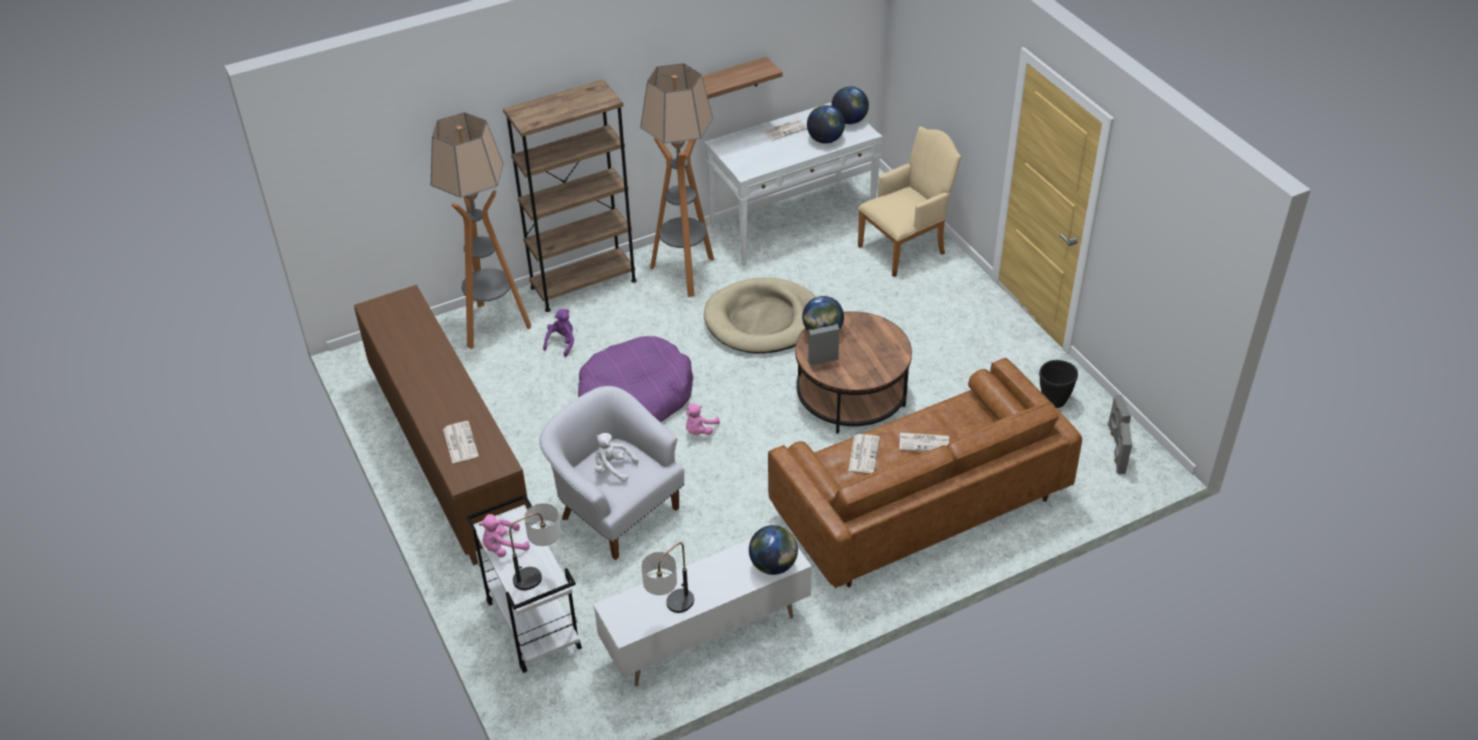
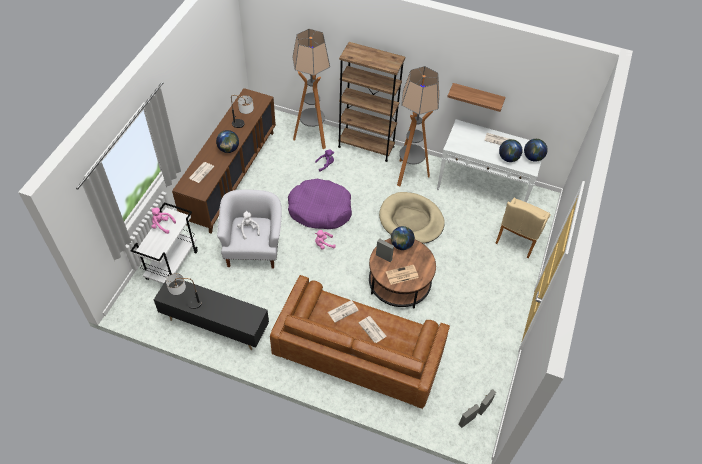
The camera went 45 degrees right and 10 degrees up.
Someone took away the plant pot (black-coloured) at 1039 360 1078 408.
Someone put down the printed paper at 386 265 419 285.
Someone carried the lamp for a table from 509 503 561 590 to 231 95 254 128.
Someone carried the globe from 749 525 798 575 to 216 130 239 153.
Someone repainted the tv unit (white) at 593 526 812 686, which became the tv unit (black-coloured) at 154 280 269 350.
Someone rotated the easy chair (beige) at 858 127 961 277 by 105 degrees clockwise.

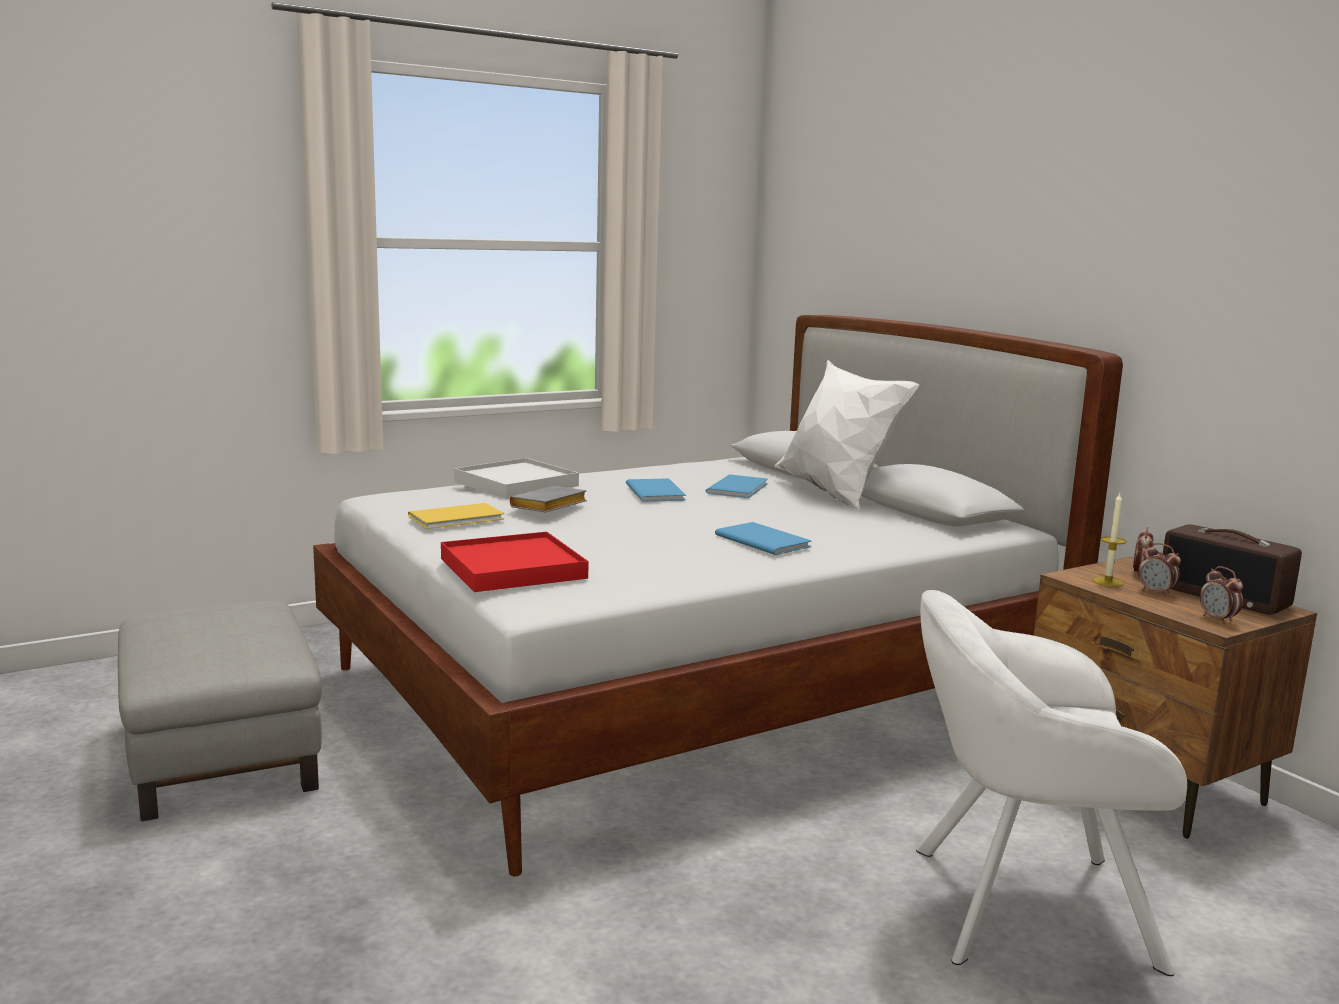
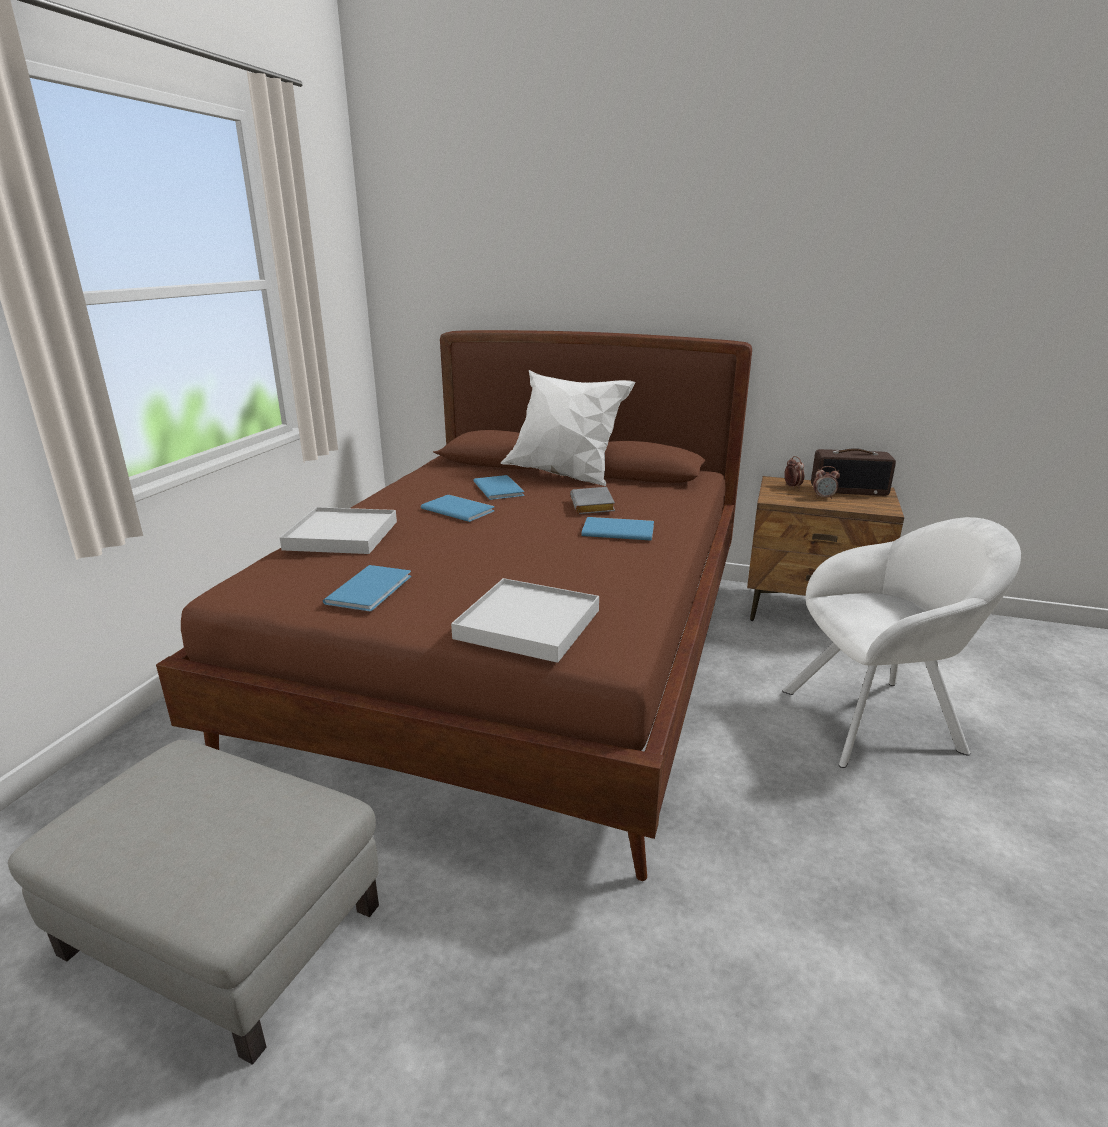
The camera went 40 degrees left and 10 degrees up.
Someone took away the wax candle at 1093 493 1127 587.
Someone took away the table clock at 1200 566 1243 624.
Someone carried the book (gray) from 510 486 587 513 to 570 487 615 514.
Someone repainted the bed (white) at 313 315 1123 876, which became the bed (brown-coloured) at 156 330 752 881.
Someone repainted the book (yellowish) at 408 503 504 529, which became the book (bluish) at 323 565 411 611.
Someone repainted the carrying tray (reddish) at 441 532 588 592, which became the carrying tray (white) at 451 578 599 663.
Someone rotated the easy chair (white) at 916 590 1187 976 by 150 degrees counterclockwise.

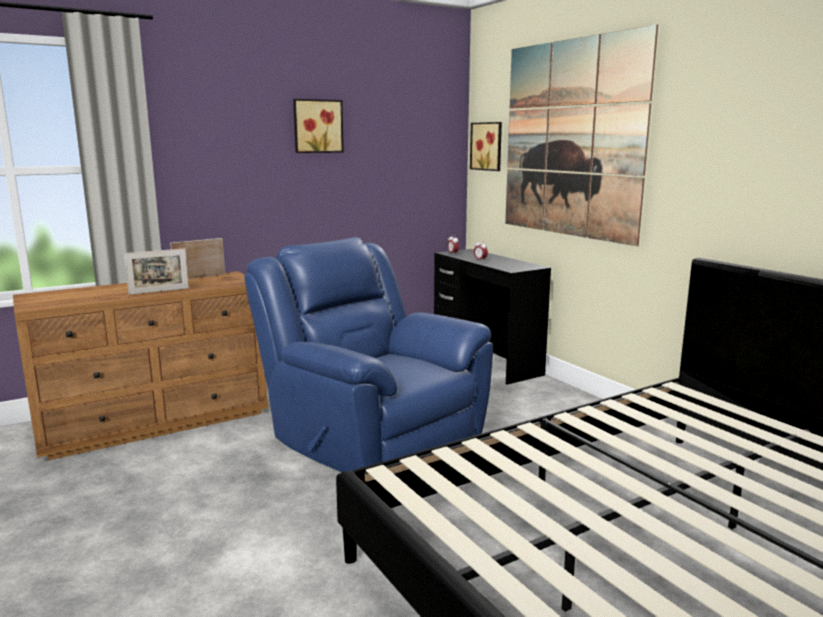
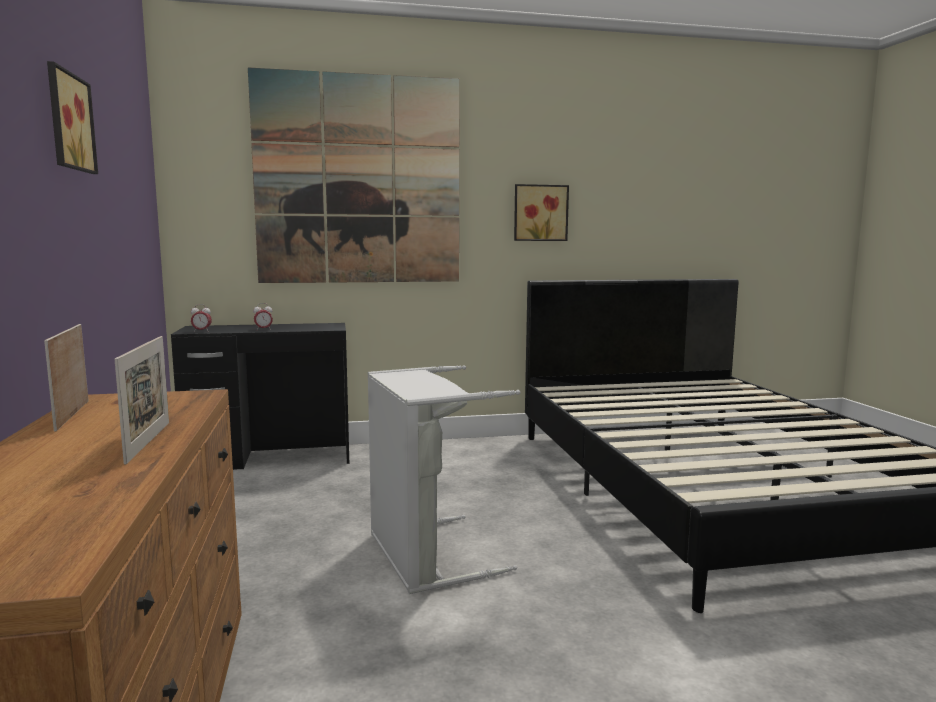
The camera went 70 degrees left and 5 degrees down.
Someone carried the picture from 470 122 502 171 to 514 184 569 241.
Someone swapped the easy chair (bluish) at 244 237 493 473 for the laundry basket (gray) at 368 365 521 594.

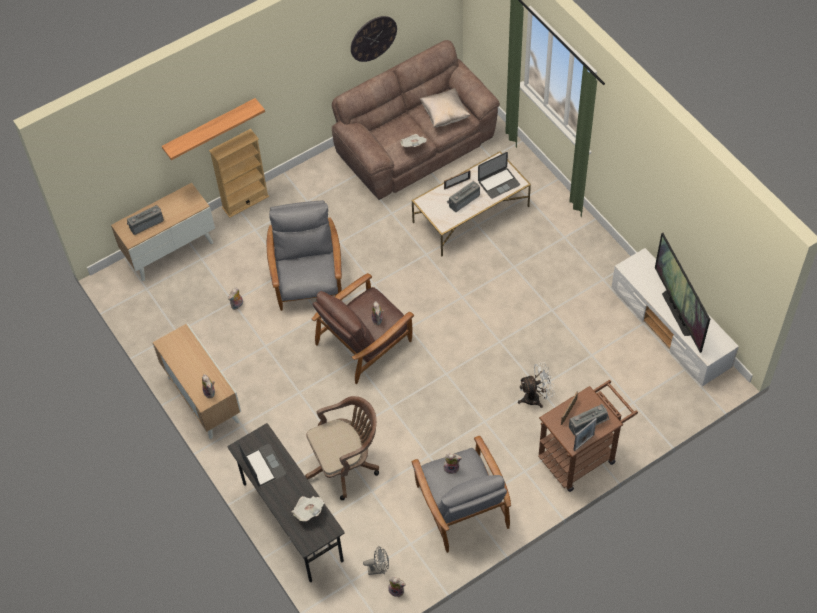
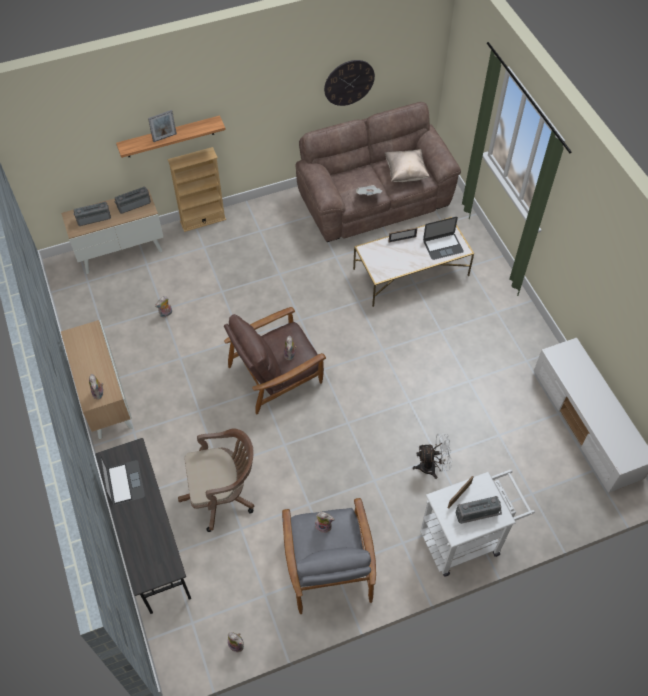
The camera went 10 degrees right and 0 degrees up.
Someone took away the easy chair (gray) at 266 200 342 311.
Someone took away the printed paper at 292 496 324 521.
Someone took away the cooling fan (gray) at 363 546 389 575.
Someone took away the TV at 655 233 710 353.
Someone carried the radio set from 447 181 480 212 to 114 186 151 214.
Someone carried the photo frame from 573 418 597 452 to 148 110 177 142.
Someone repainted the wheeled cart (brown-coloured) at 538 380 638 492, which became the wheeled cart (white) at 420 470 535 577.

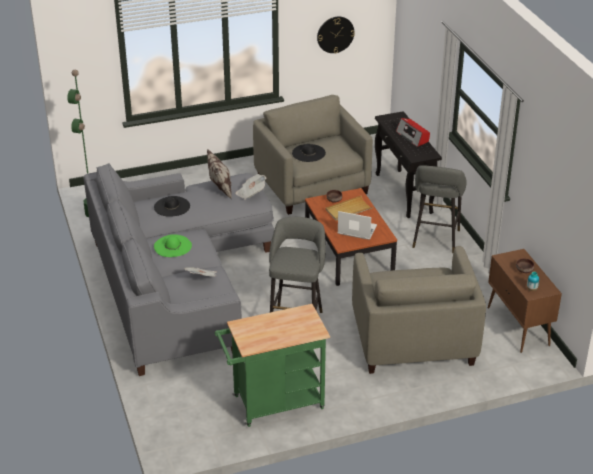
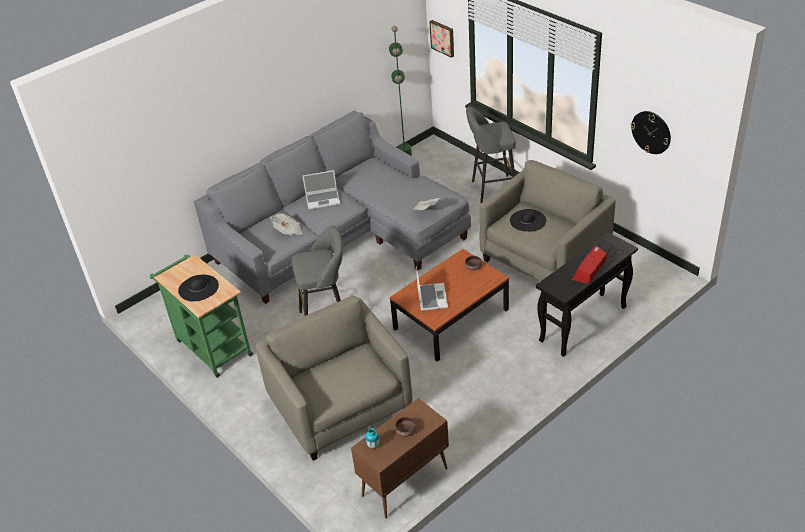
The camera went 70 degrees right and 5 degrees up.
Someone took away the cushion at 207 149 232 200.
Someone took away the carrying tray (beige) at 325 196 373 221.
Someone put up the picture at 429 20 454 58.
Someone carried the clothing hat (black-coloured) from 154 196 190 217 to 178 275 219 302.
Someone carried the sitting stool (gray) from 412 165 467 253 to 466 107 516 203.
Someone swapped the clothing hat (green-coloured) at 154 234 192 257 for the portable computer at 302 170 340 210.
Someone rotated the easy chair (beige) at 352 246 486 374 by 90 degrees clockwise.

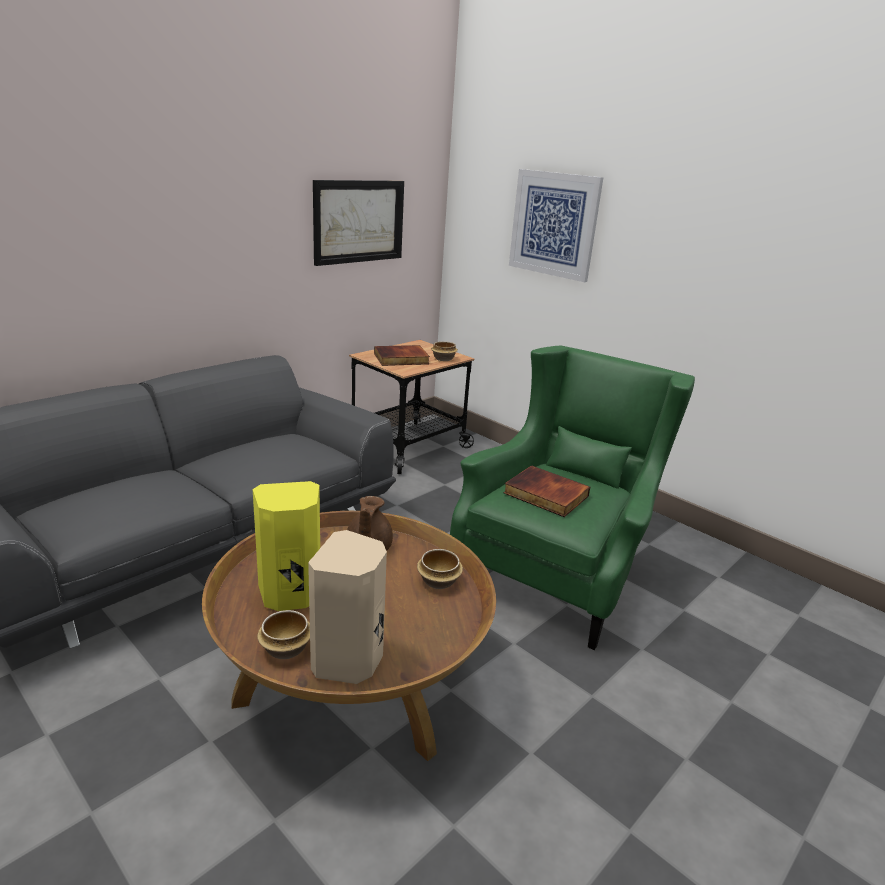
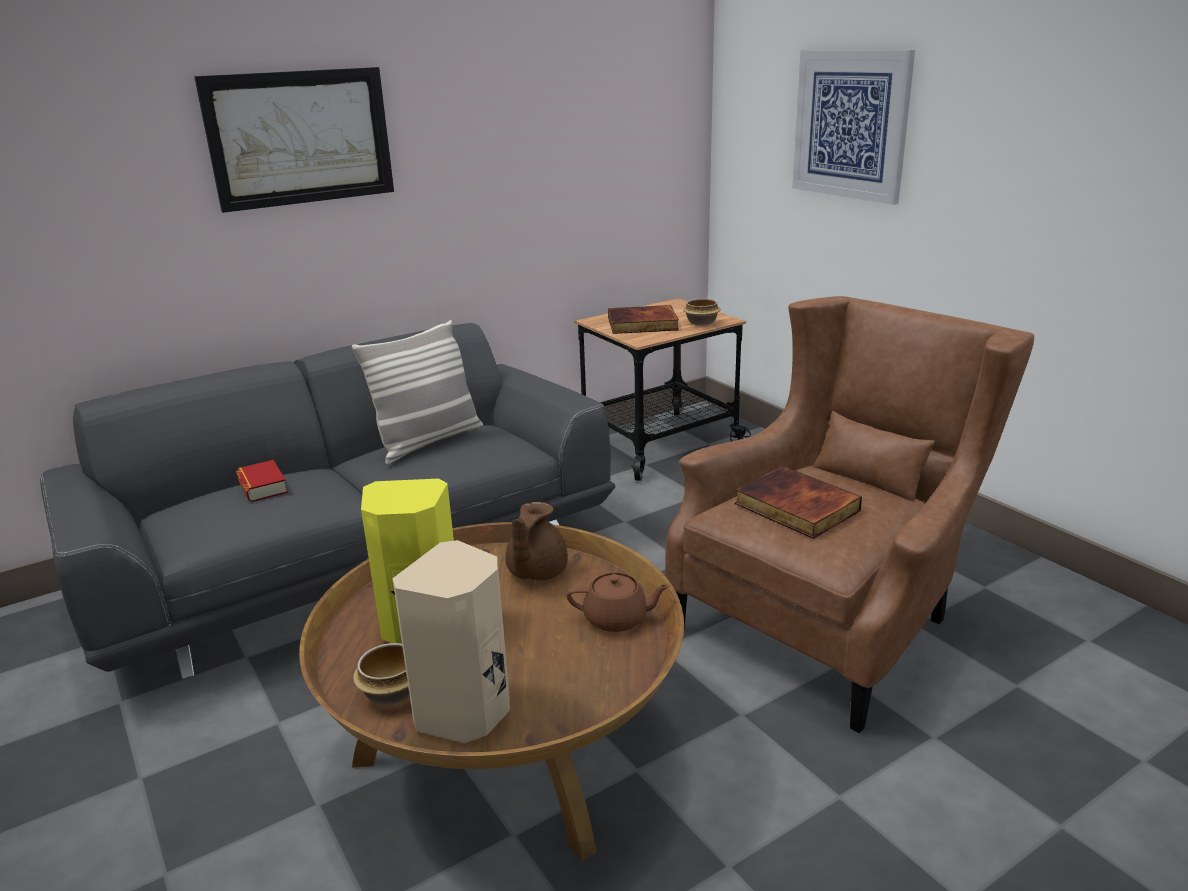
The camera went 15 degrees right and 0 degrees up.
Someone put down the book at 236 460 288 502.
Someone put down the cushion at 352 320 483 464.
Someone carried the picture from 313 180 404 266 to 194 67 394 213.
Someone swapped the deep dish at 417 549 463 589 for the pot for tea (brown-coloured) at 566 573 671 632.
Someone repainted the easy chair (green-coloured) at 450 346 695 650, which became the easy chair (brown-coloured) at 665 296 1034 733.

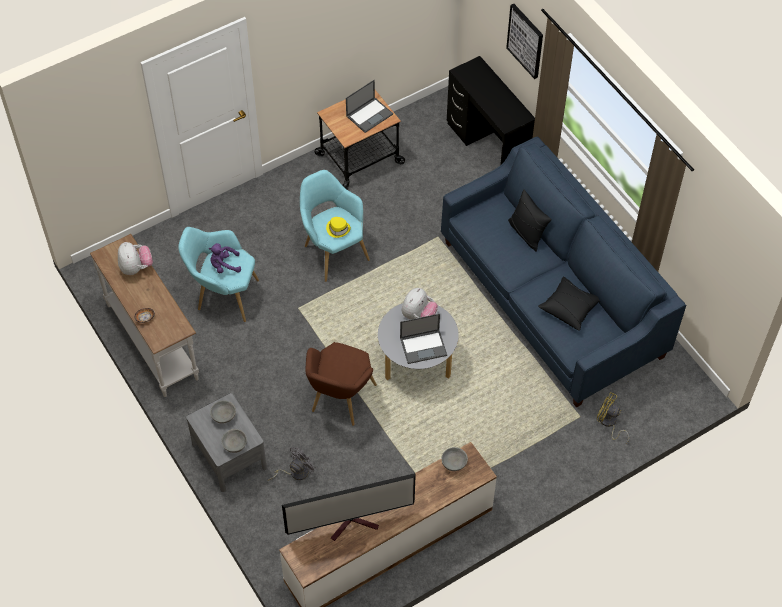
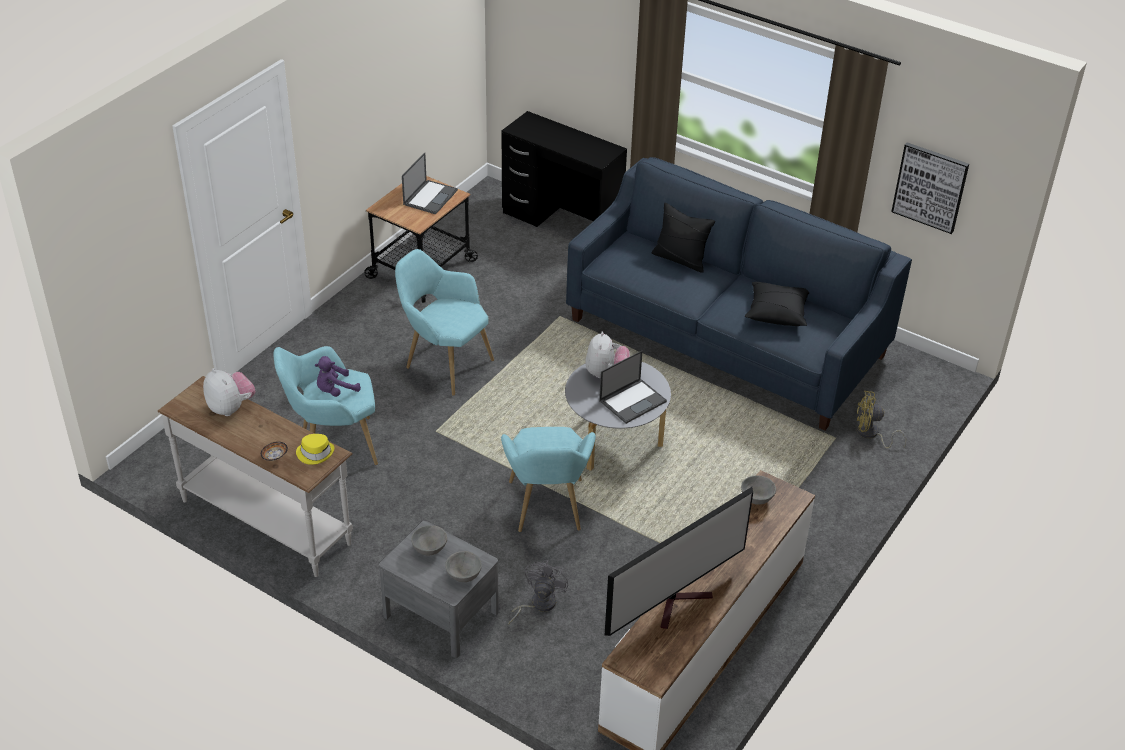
The camera went 25 degrees left and 15 degrees down.
Someone carried the clothing hat (yellowish) from 326 217 351 238 to 296 434 334 465.
Someone carried the picture from 506 4 543 79 to 891 142 969 234.
Someone repainted the easy chair (brown-coloured) at 305 342 377 426, which became the easy chair (turquoise) at 501 427 596 532.

